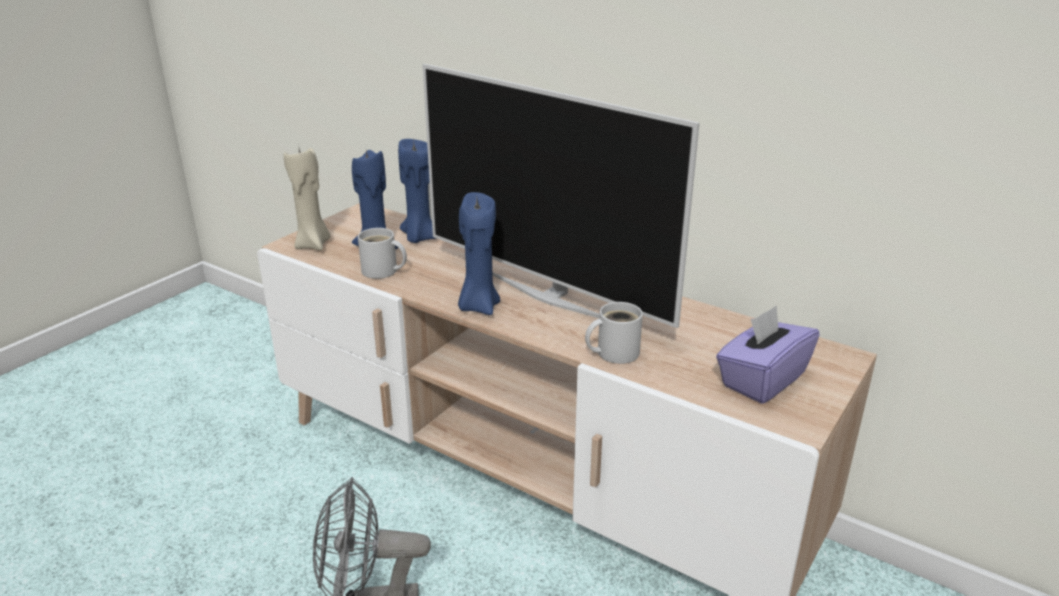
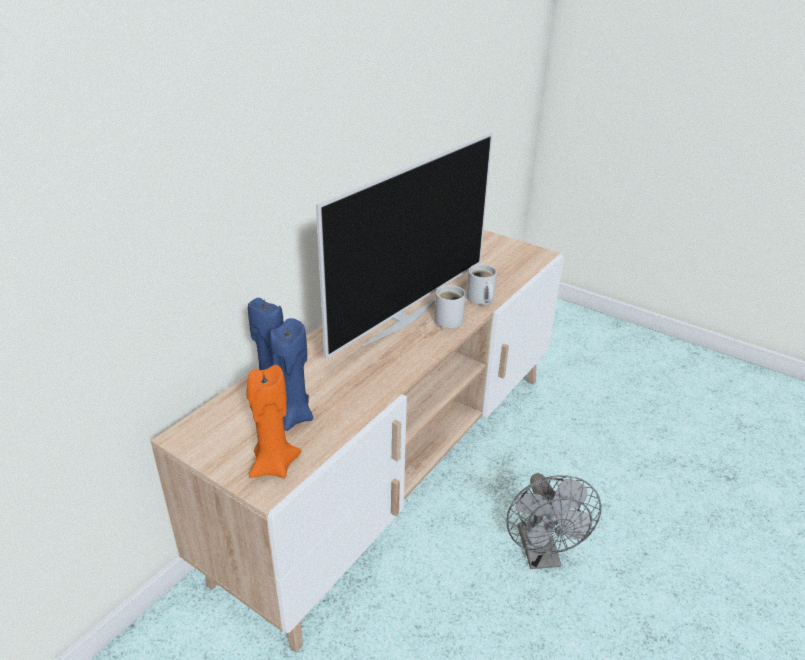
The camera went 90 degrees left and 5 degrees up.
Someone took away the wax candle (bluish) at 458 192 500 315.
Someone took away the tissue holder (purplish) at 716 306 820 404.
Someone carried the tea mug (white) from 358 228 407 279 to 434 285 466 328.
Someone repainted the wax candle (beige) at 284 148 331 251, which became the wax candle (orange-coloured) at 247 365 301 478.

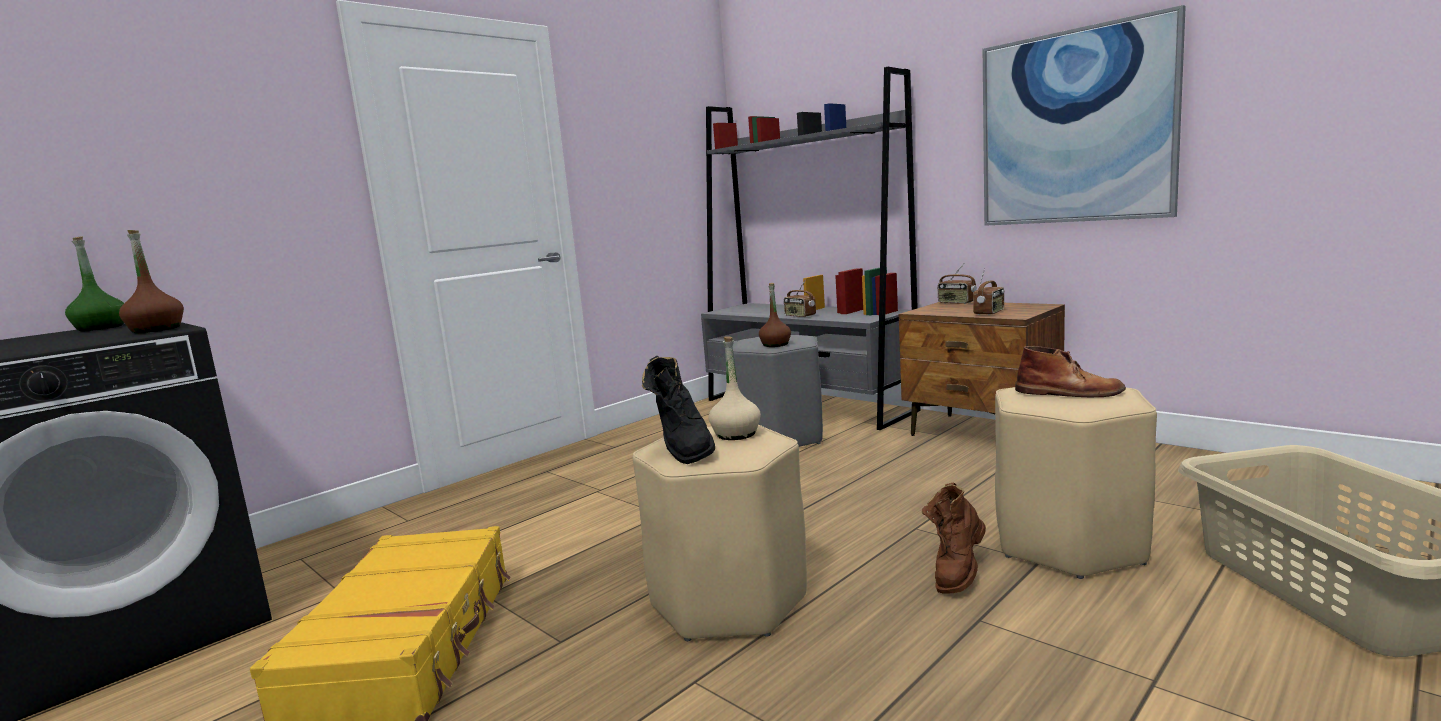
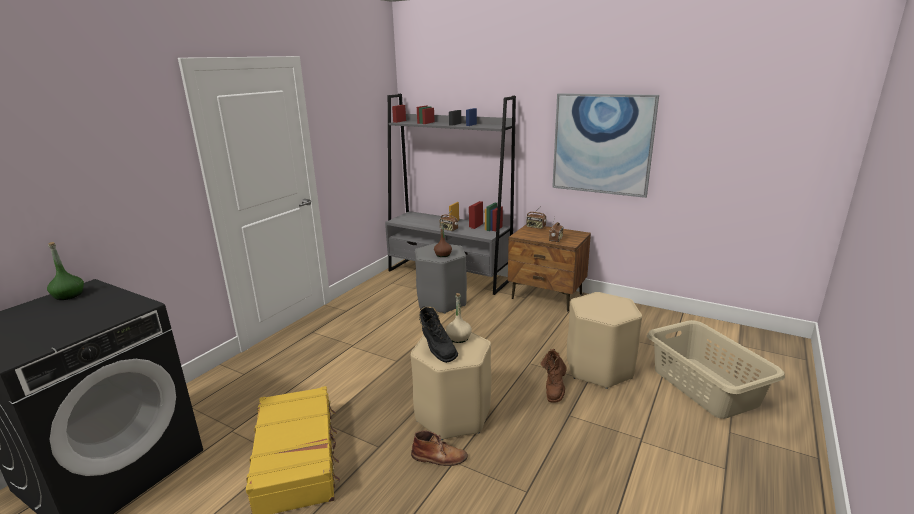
The camera went 15 degrees left and 10 degrees up.
Someone took away the bottle (brown-coloured) at 119 230 184 333.
Someone carried the tall boot (brown-coloured) from 1015 346 1126 397 to 411 431 468 466.

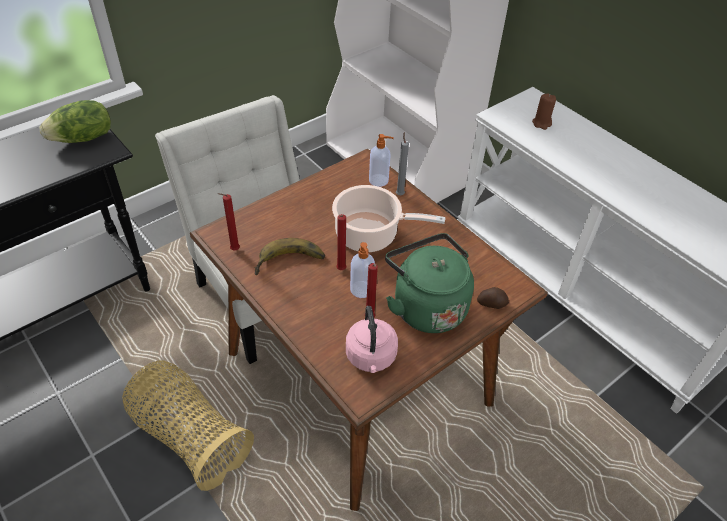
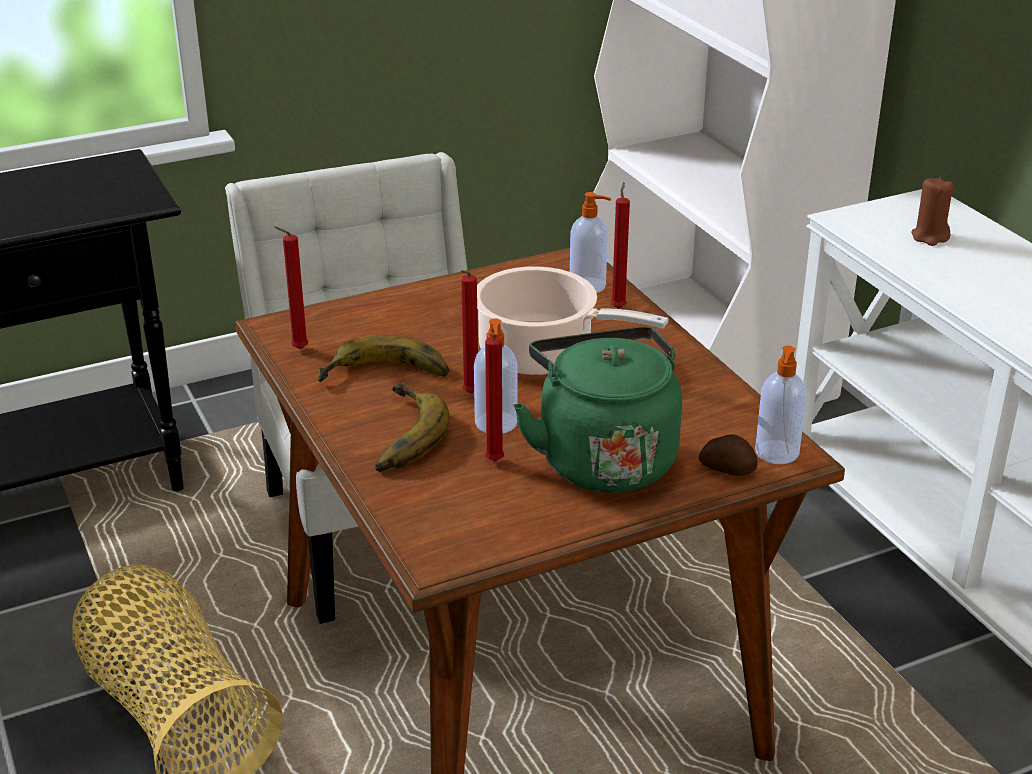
The camera went 15 degrees right and 15 degrees down.
Someone took away the head of lettuce at 39 100 111 143.
Someone took away the kettle (pinkish) at 346 306 398 373.
Someone put down the banana at 375 382 450 472.
Someone put down the soap dispenser at 755 346 807 464.
Someone repainted the wax candle (gray) at 396 132 409 195, which became the wax candle (reddish) at 610 182 630 309.

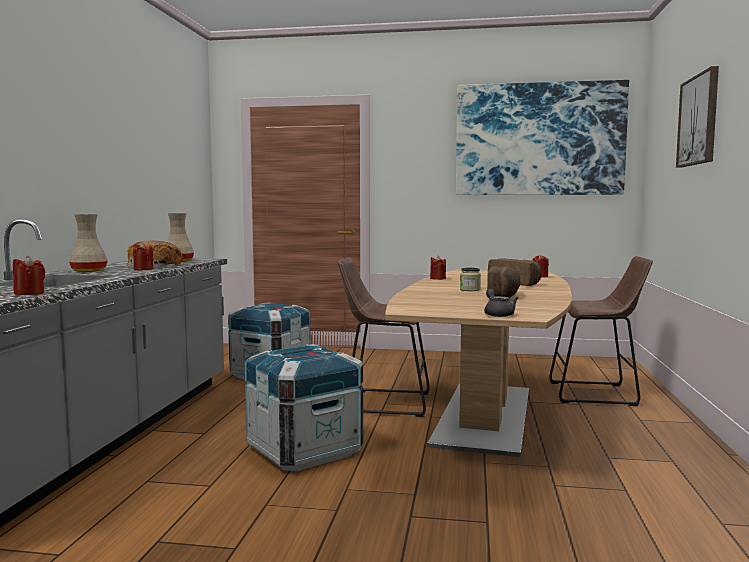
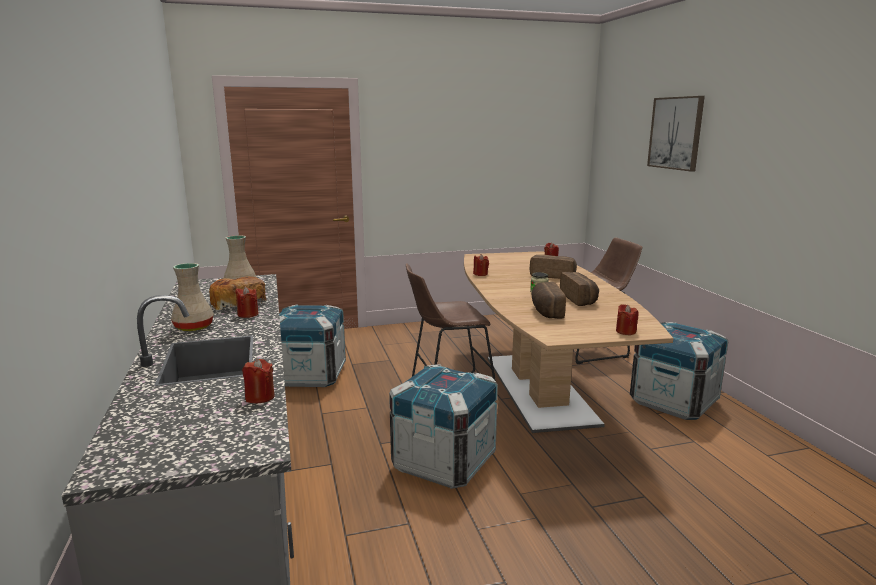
The camera went 25 degrees left and 10 degrees up.
Someone took away the picture at 456 80 629 195.
Someone put down the bakery bread at 532 282 566 319.
Someone put down the packing crate at 630 322 728 420.
Someone swapped the pot for tea (gray) at 484 289 518 317 for the wax candle (reddish) at 616 304 639 335.

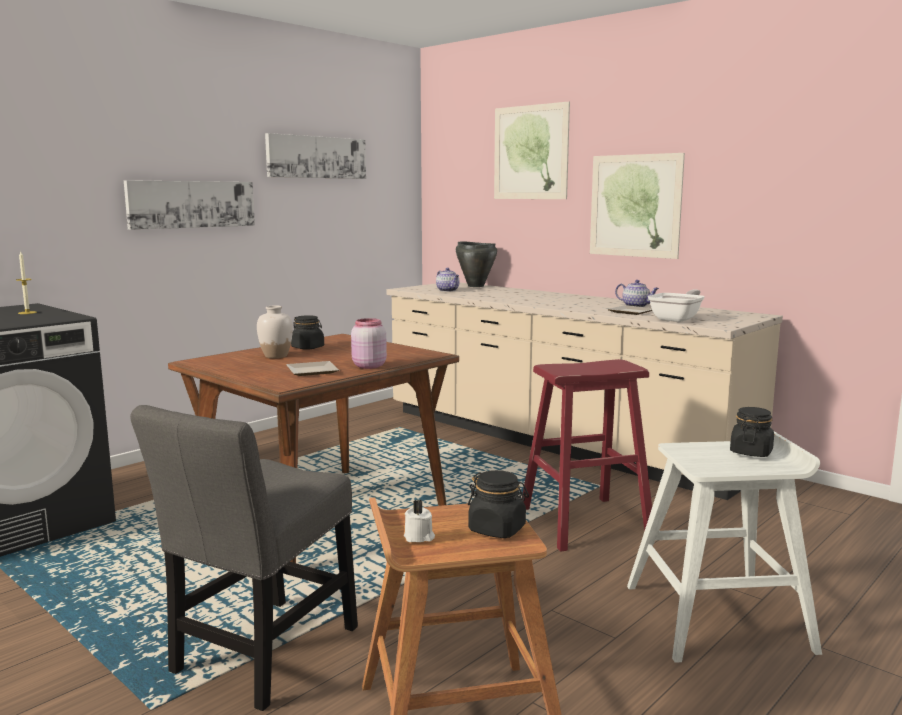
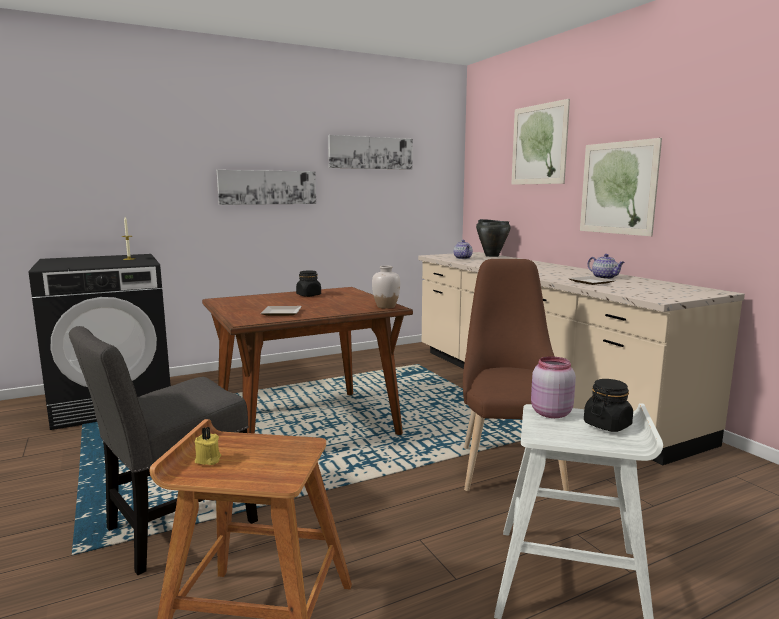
The camera went 20 degrees right and 0 degrees up.
Someone took away the jar (black-coloured) at 468 470 529 538.
Someone took away the pan at 648 289 705 322.
Someone carried the flower vase (white) from 257 305 293 358 to 372 266 400 309.
Someone carried the jar (pinkish) from 351 318 387 369 to 531 356 576 418.
Someone swapped the sitting stool (reddish) at 522 359 652 552 for the chair (brown-coloured) at 463 259 569 491.
Someone repainted the wax candle (white) at 404 500 435 542, which became the wax candle (yellowish) at 195 427 221 465.

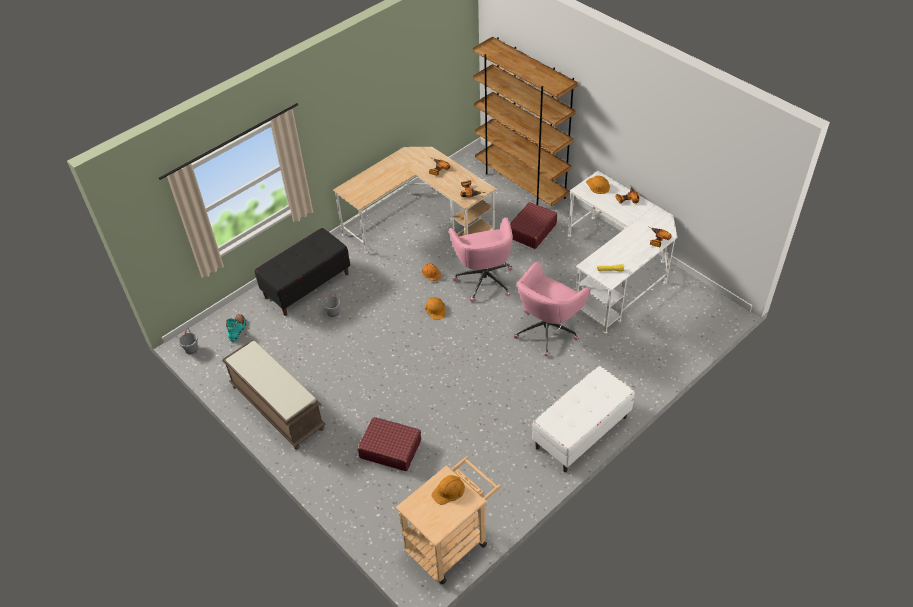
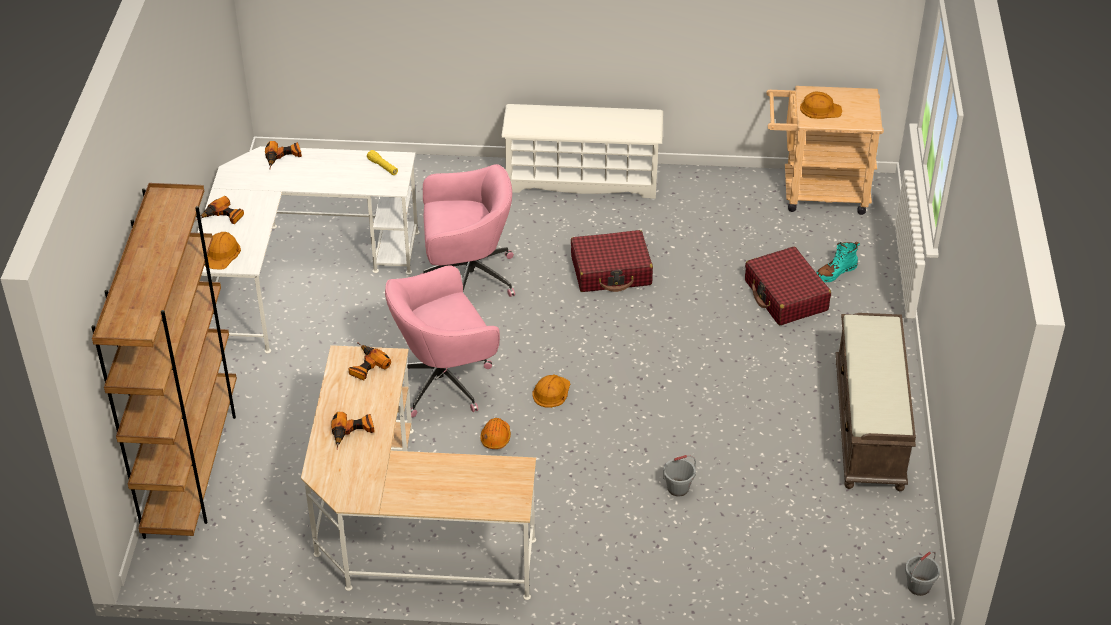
The camera went 135 degrees left and 5 degrees down.
Someone took away the long seat (black-coloured) at 255 228 350 316.
Someone carried the tall boot (turquoise) from 226 314 246 342 to 817 242 860 282.
Someone carried the travel case (reddish) from 510 202 557 249 to 571 230 653 292.
Someone swapped the long seat (white) at 532 366 635 472 for the shoe stand (white) at 501 104 663 199.
Someone rotated the office chair (pinkish) at 449 217 513 302 by 150 degrees counterclockwise.

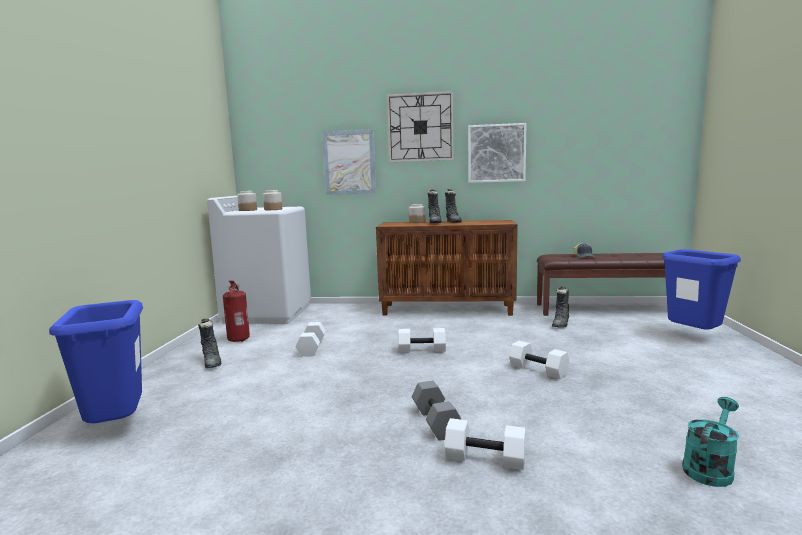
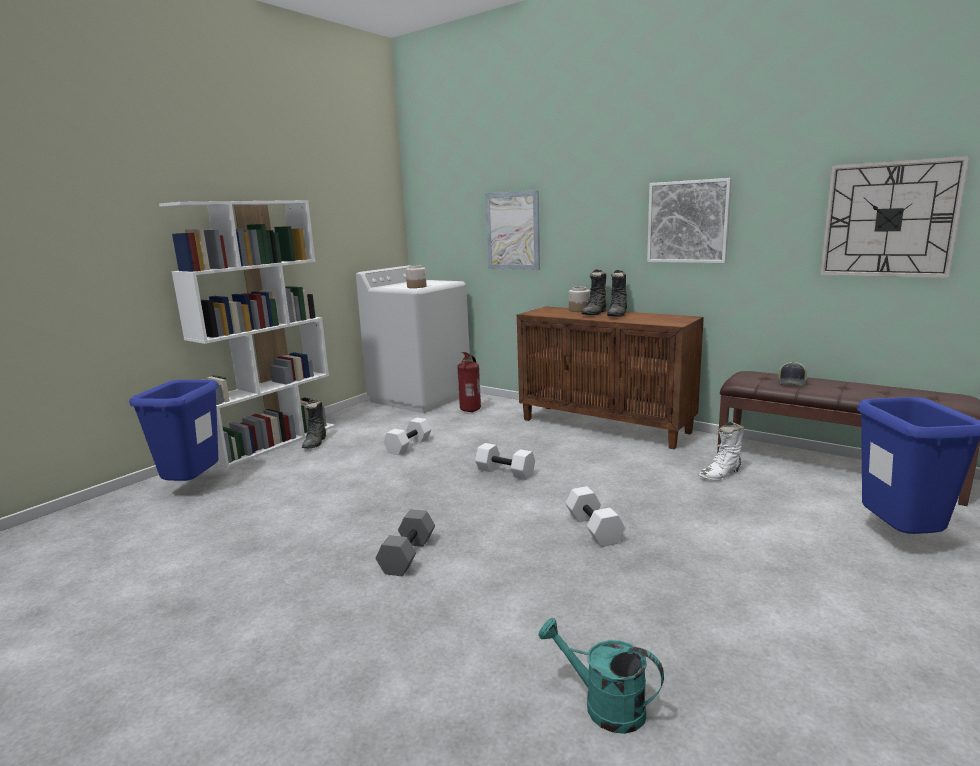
The camera went 30 degrees right and 5 degrees up.
Someone took away the jar at 237 191 257 211.
Someone took away the free weight (white) at 444 418 526 470.
Someone put down the bookshelf (white) at 159 200 335 468.
Someone carried the fire extinguisher from 223 280 250 342 to 457 352 481 413.
Someone carried the wall clock from 386 91 454 162 to 820 156 969 278.
Someone repainted the tall boot (black-coloured) at 552 286 569 328, which became the tall boot (white) at 698 421 744 480.
Someone rotated the watering pot (turquoise) at 682 397 739 487 by 135 degrees counterclockwise.

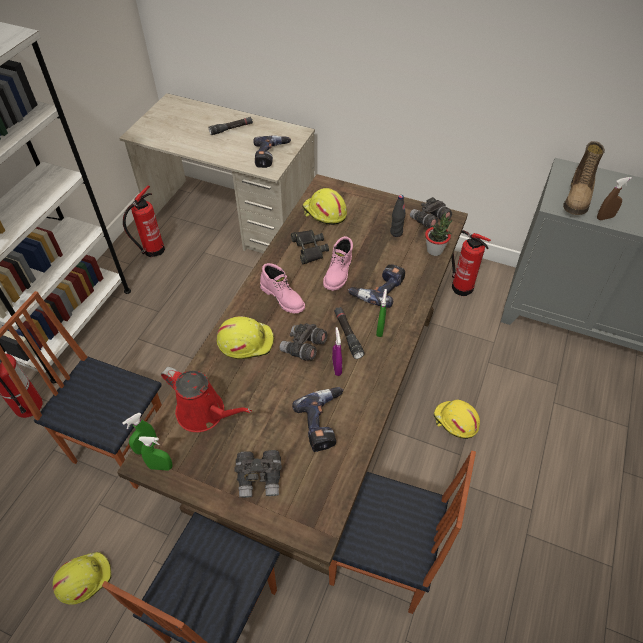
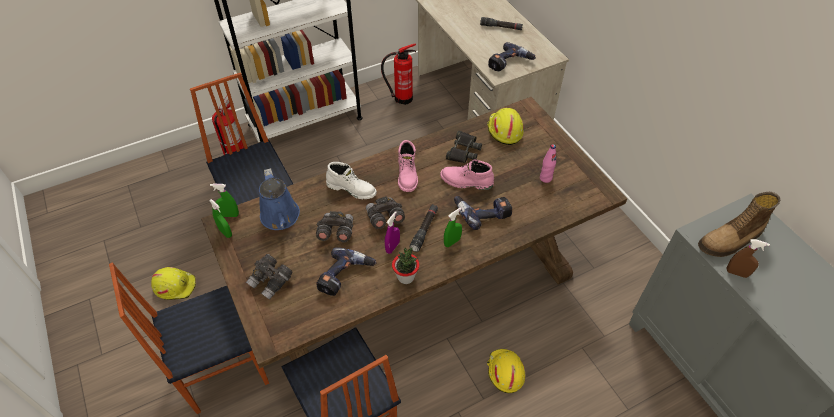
The camera went 40 degrees right and 0 degrees up.
Someone took away the fire extinguisher at 451 230 491 296.
Someone carried the pair of binoculars (gray) from 410 197 452 228 to 316 211 353 242.
Someone carried the plant in a pot from 425 213 452 256 to 392 247 420 284.
Someone swapped the work helmet (yellowish) at 217 316 274 359 for the tall boot (white) at 326 162 377 199.
Someone repainted the watering pot (reddish) at 161 367 252 432, which became the watering pot (bluish) at 259 168 300 230.
Someone repainted the bottle (black-coloured) at 390 195 406 237, which became the bottle (pinkish) at 540 144 557 183.
Someone rotated the tall boot (pinkish) at 323 236 353 291 by 45 degrees clockwise.

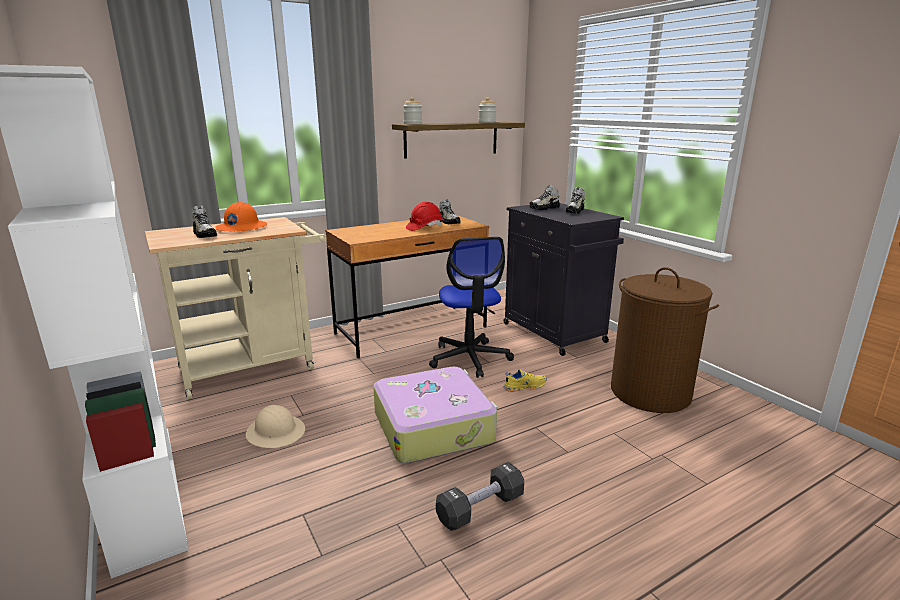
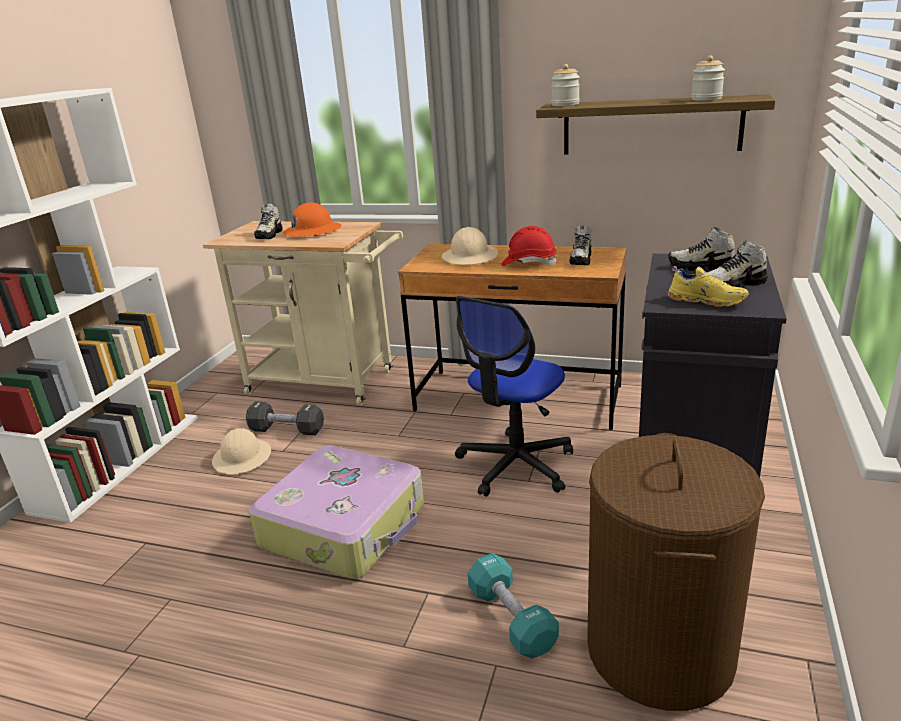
The camera went 50 degrees right and 5 degrees up.
Someone put down the work helmet (beige) at 442 227 498 265.
Someone put down the free weight (turquoise) at 468 553 559 658.
Someone carried the free weight (black-coloured) from 436 462 524 531 to 246 402 324 435.
Someone carried the shoe (yellowish) from 504 370 547 392 to 667 266 748 307.

